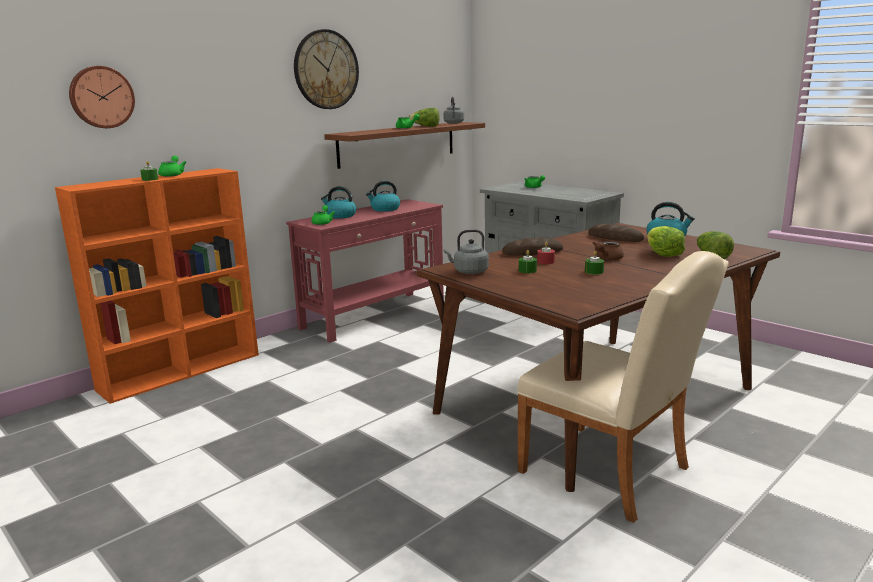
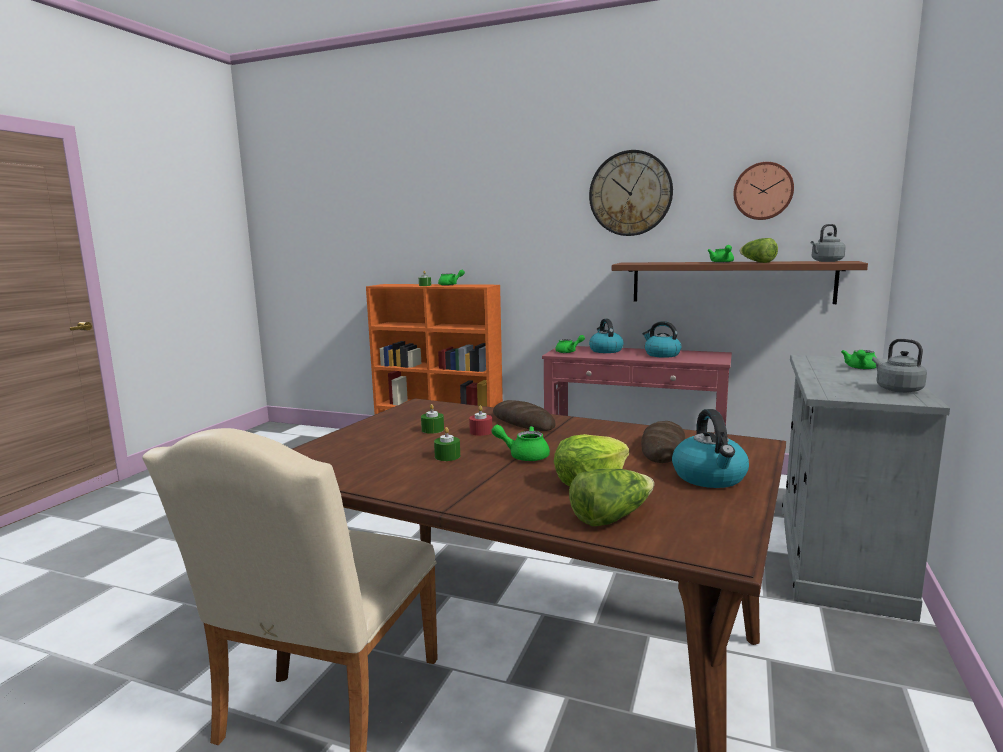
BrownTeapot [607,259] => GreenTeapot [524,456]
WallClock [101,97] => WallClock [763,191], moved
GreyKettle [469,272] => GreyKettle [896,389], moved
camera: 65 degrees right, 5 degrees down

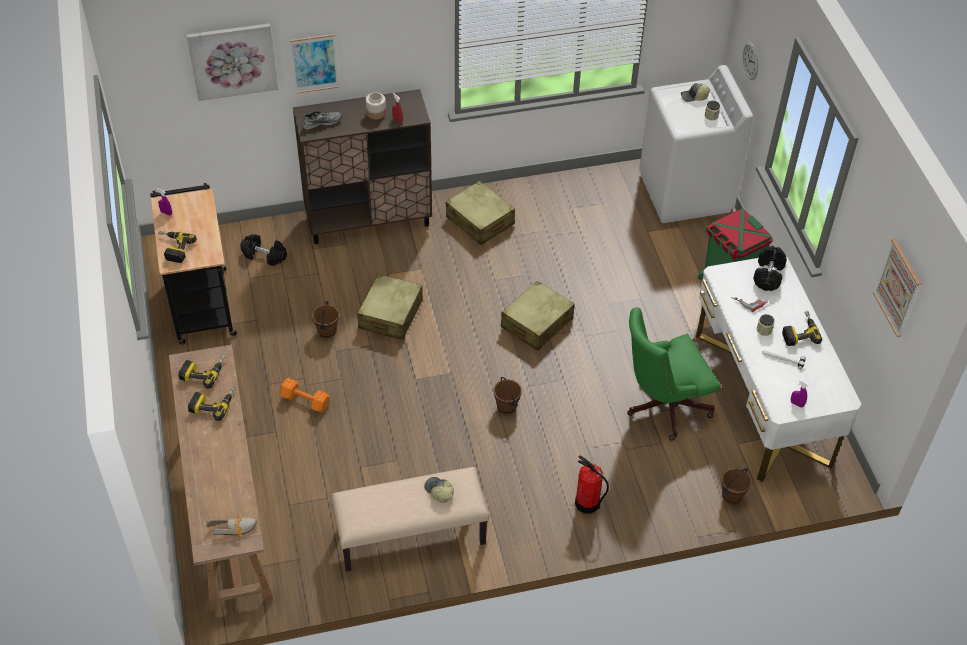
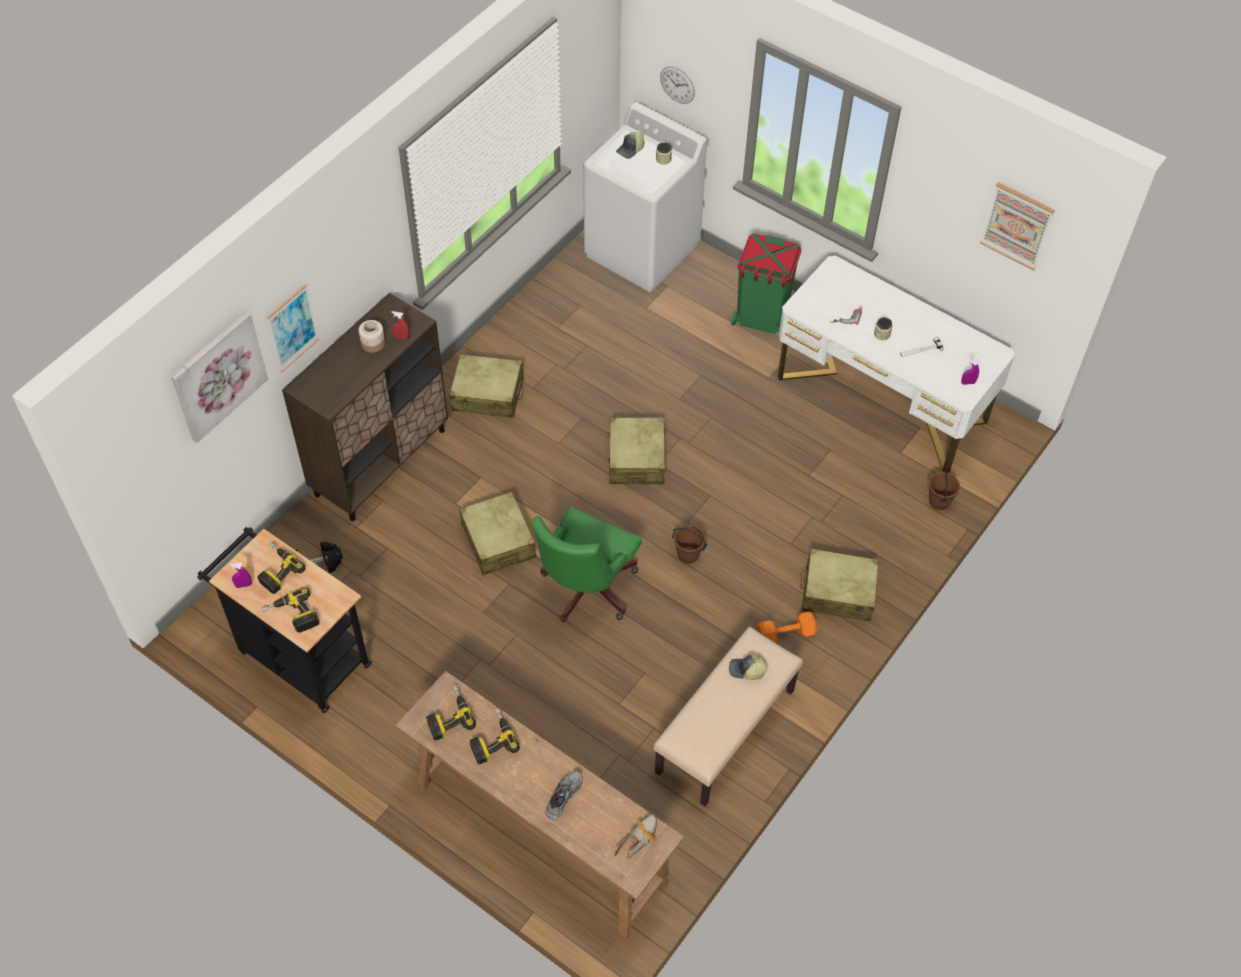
PowerDrill [799,332] => PowerDrill [276,570], moved
GreenOfficeChair [662,406] => GreenOfficeChair [585,590], moved
GreyShoe [321,122] => GreyShoe [562,795], moved
OrangeDumbbell [306,401] => OrangeDumbbell [787,634], moved
FireExtinguisher [587,503] => BeigeSuitcase [837,592]
BrownBucket [326,331] => nothing
BlackDumbbell [768,275] => nothing
camera: 40 degrees left, 5 degrees up

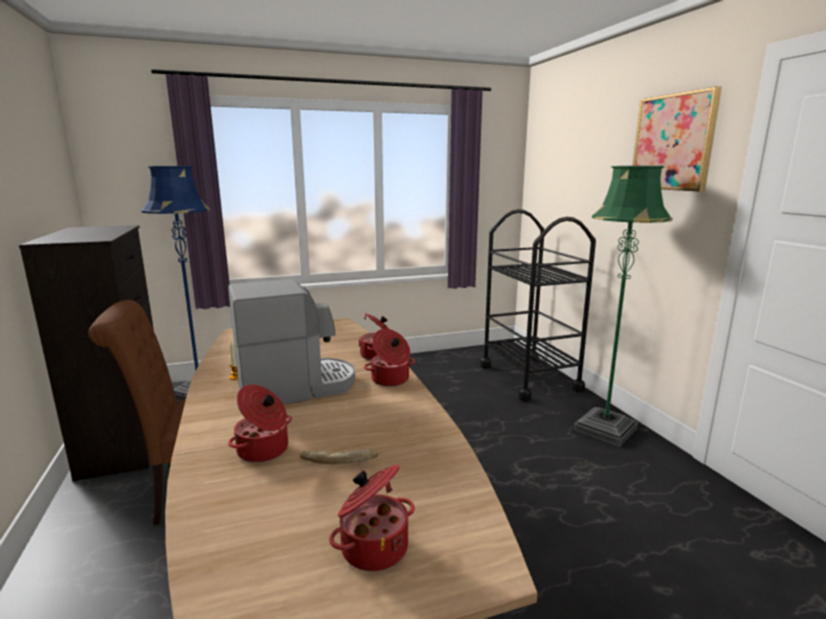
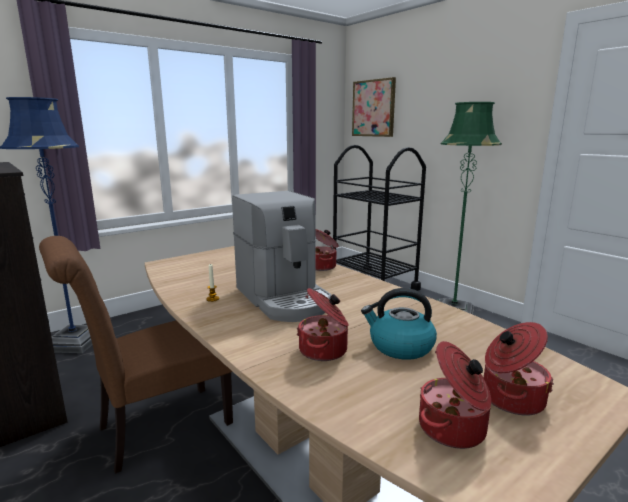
CoffeeMachine [296,387] => CoffeeMachine [284,298], 105 degrees clockwise
Picture [673,142] => Picture [373,108], moved
Bread [338,462] => Kettle [400,346]
CookingPot [390,380] => CookingPot [453,429], moved
camera: 20 degrees left, 0 degrees up

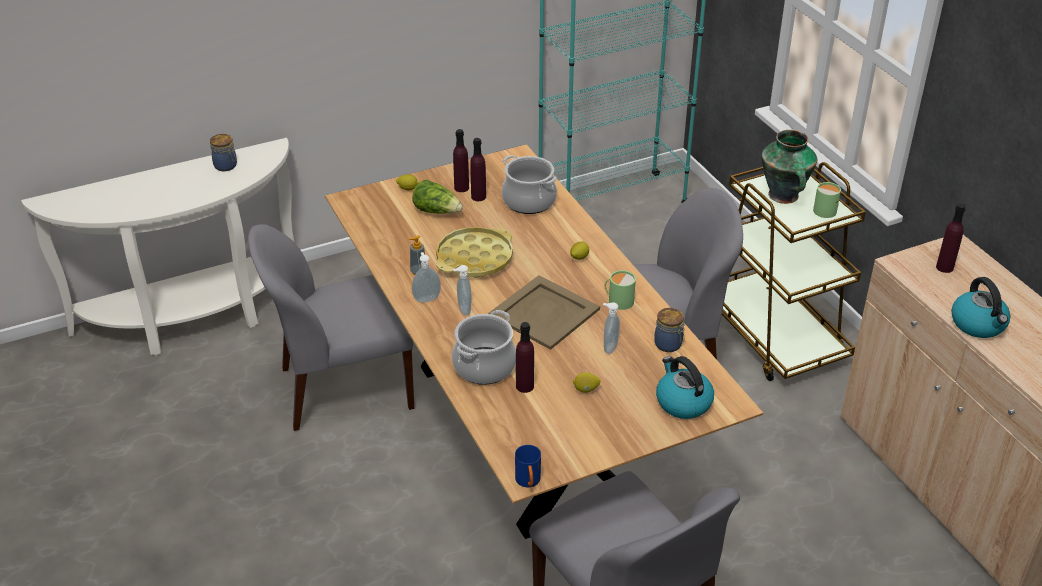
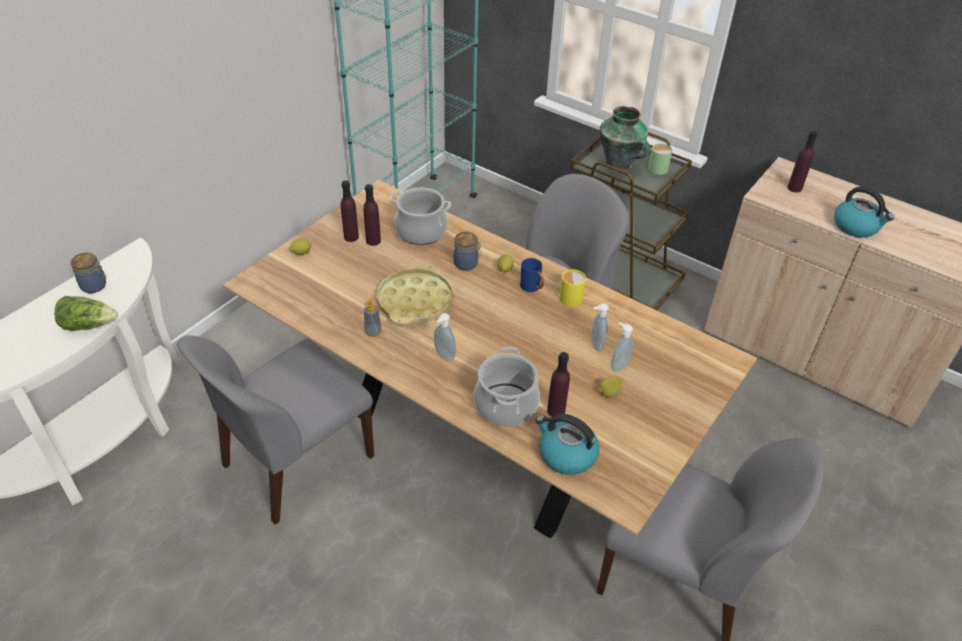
Lettuce [437,211] => Lettuce [89,325], moved
Jar [669,345] => Jar [467,264], moved
BlueMug [528,482] => BlueMug [532,288], moved
Kettle [682,402] => Kettle [566,454], moved
GreenMug [618,300] => YellowMug [568,298]
SoapDispenser [426,298] => SoapDispenser [618,365], moved
BeigeTray [544,313] => nothing
camera: 30 degrees left, 5 degrees up

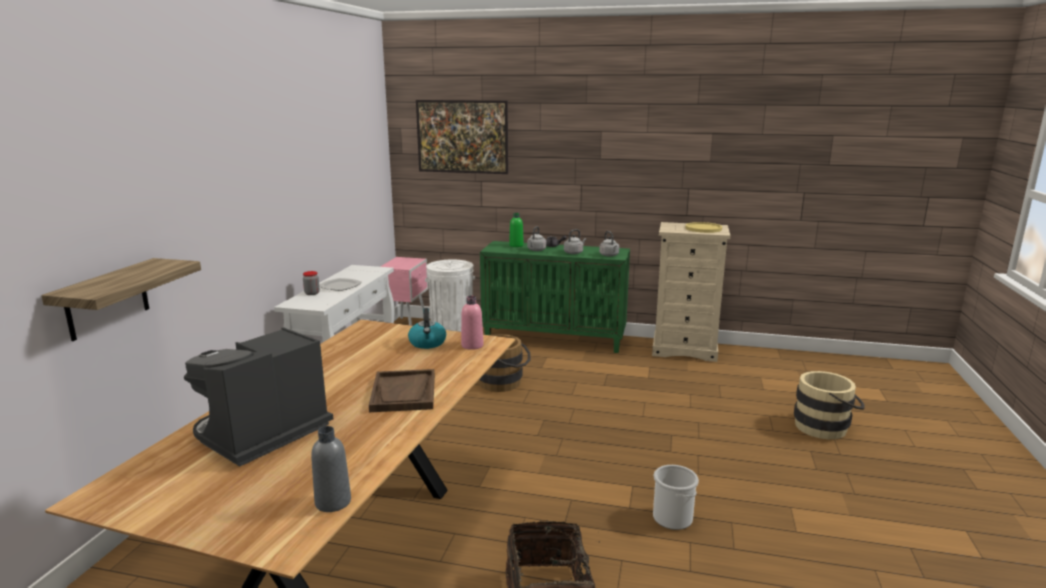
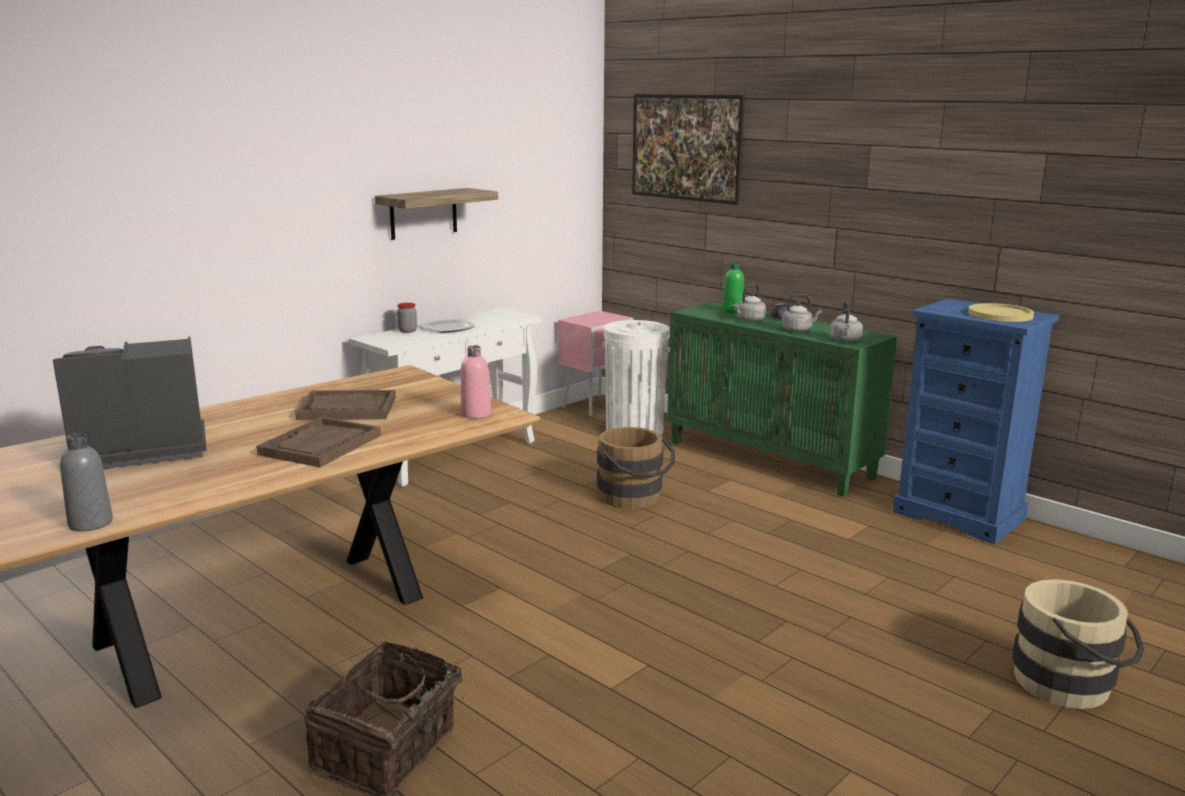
nothing => BrownTray [347,408]
Shelf [107,299] => Shelf [423,213], moved
BeigeDresser [685,350] => BlueDresser [959,515]
Kettle [427,343] => nothing
Bucket [673,518] => nothing
camera: 30 degrees right, 0 degrees up

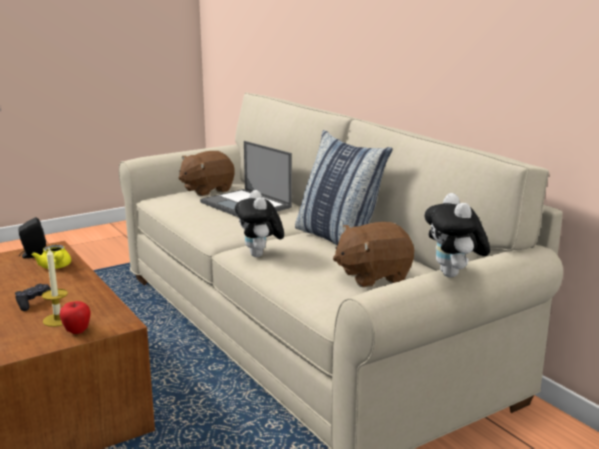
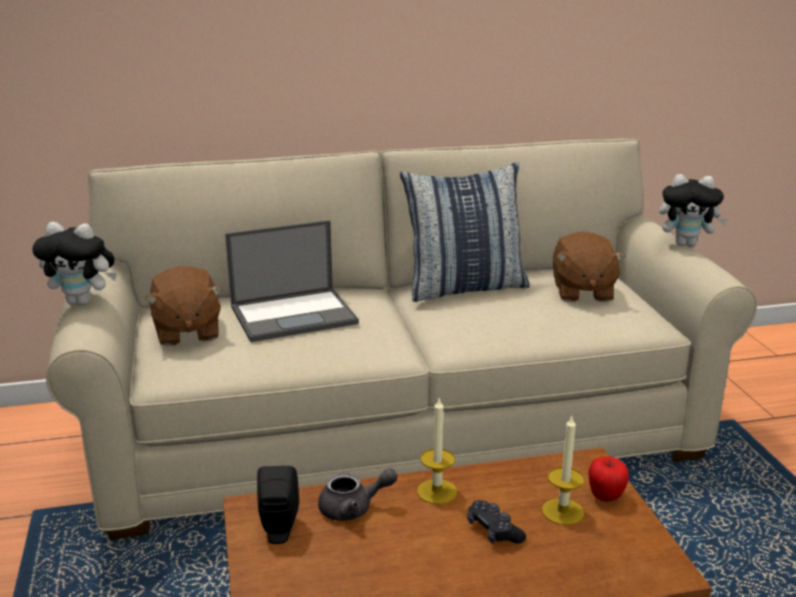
PlushToy [260,255] => PlushToy [83,302], moved
YellowTeapot [55,267] => GreyTeapot [353,509]
nothing => Candle [437,491]
camera: 70 degrees left, 5 degrees up

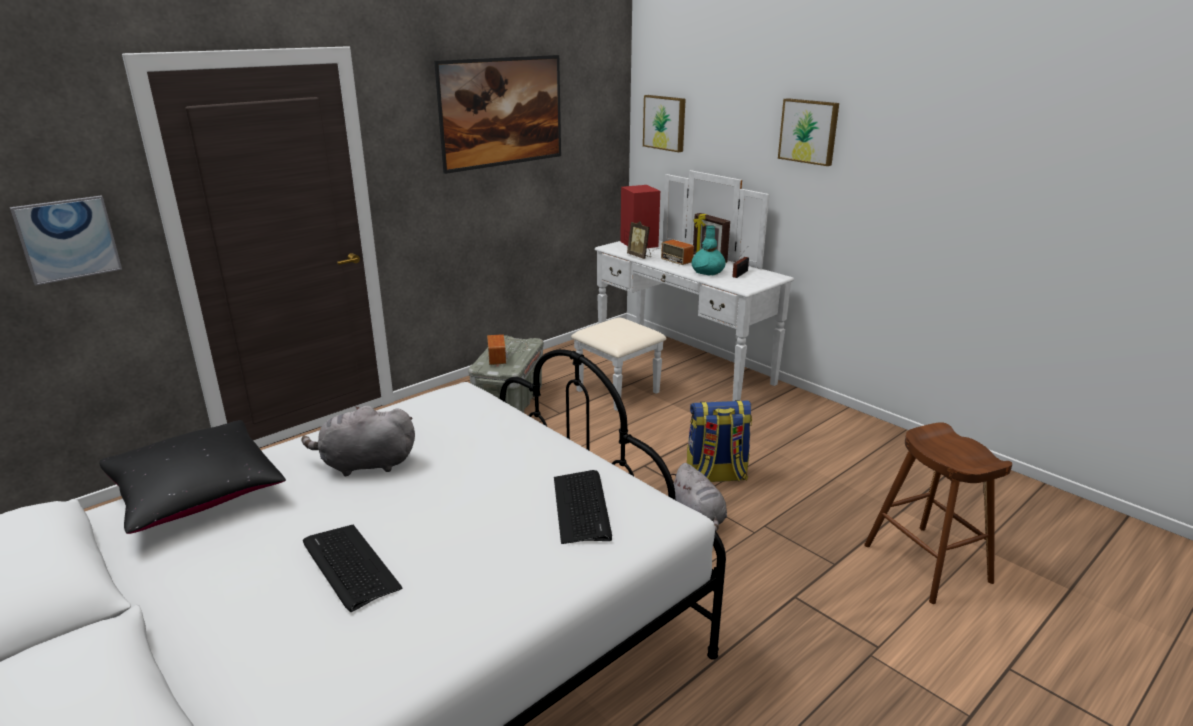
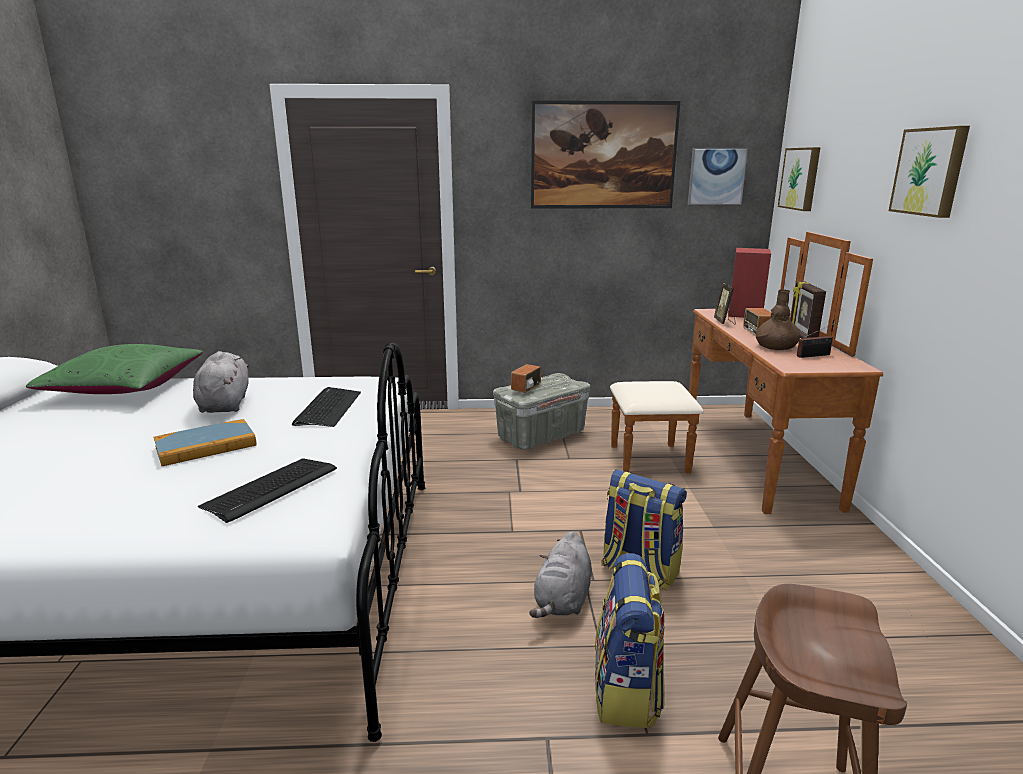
BlackPillow [197,493] => GreenPillow [125,387]
nothing => Book [206,446]
GreyPlushToy [364,464] => GreyPlushToy [225,404], 45 degrees clockwise
Keyboard [350,566] => Keyboard [328,408], moved
nothing => Backpack [627,691]
WhiteDresser [669,370] => BrownDresser [731,457]
Picture [68,239] => Picture [716,176], moved
TurquoiseVase [708,271] => BrownVase [776,346]
camera: 40 degrees right, 5 degrees down

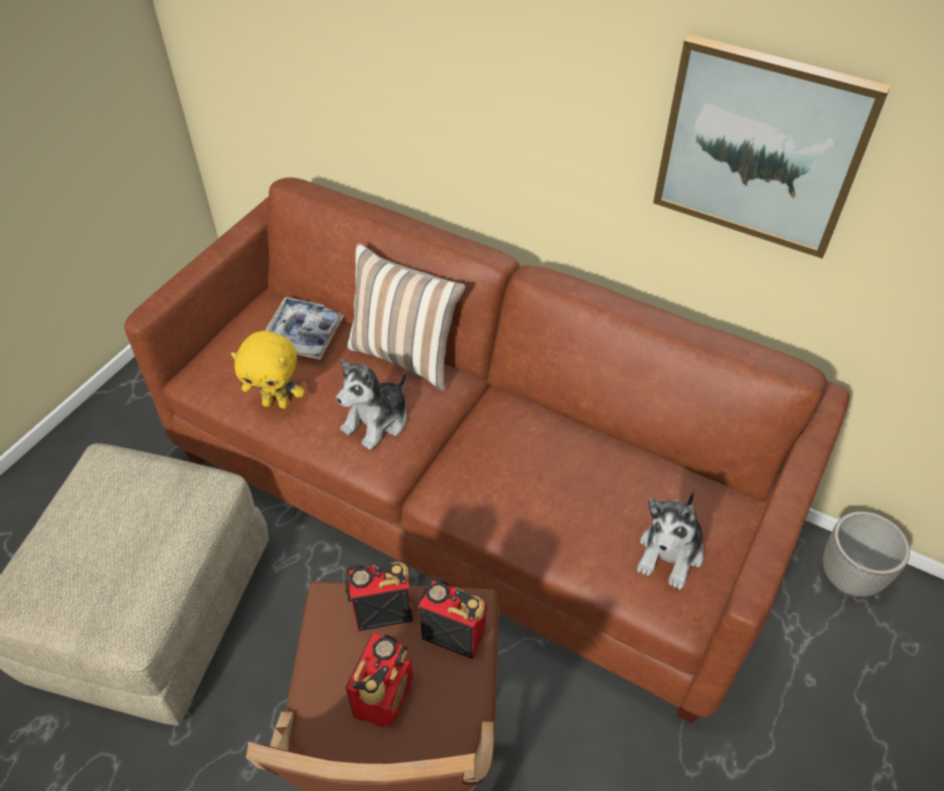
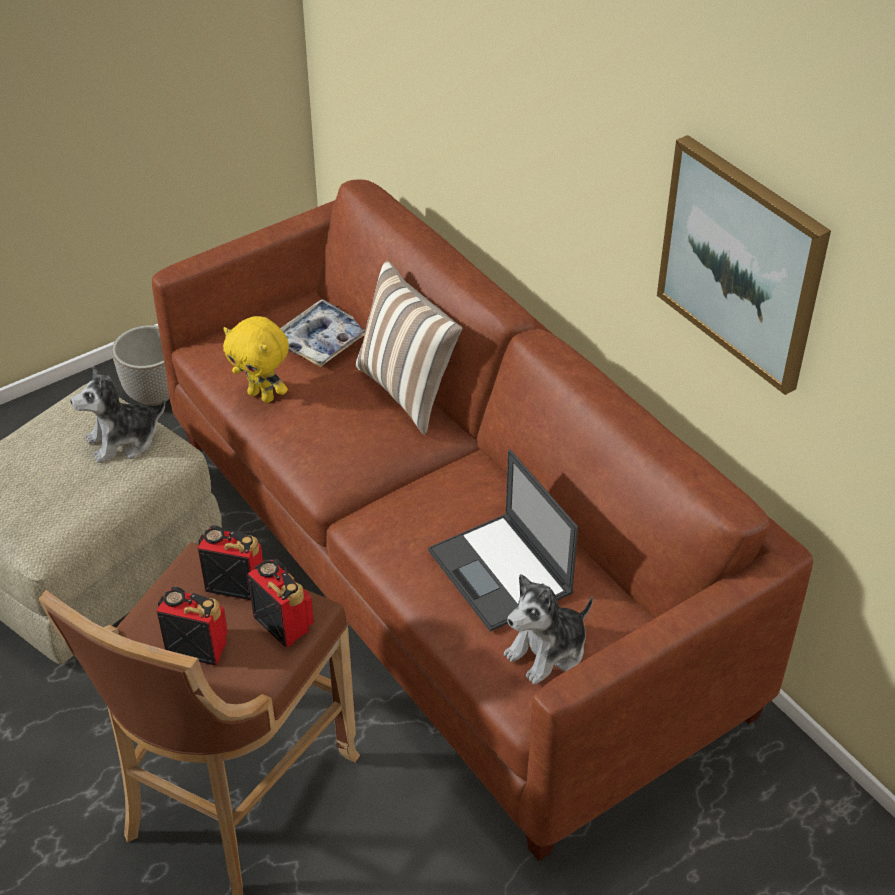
PlushToy [377,421] => PlushToy [123,441], moved
Planter [849,577] => Planter [155,394], moved
Radio [384,696] => Radio [196,646], 120 degrees counterclockwise
nothing => Laptop [501,573]
camera: 25 degrees right, 5 degrees down

